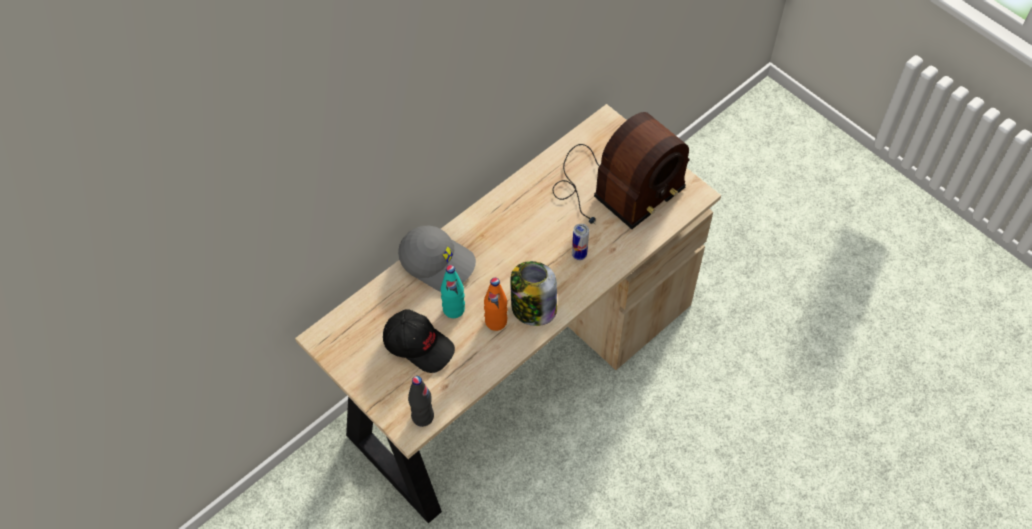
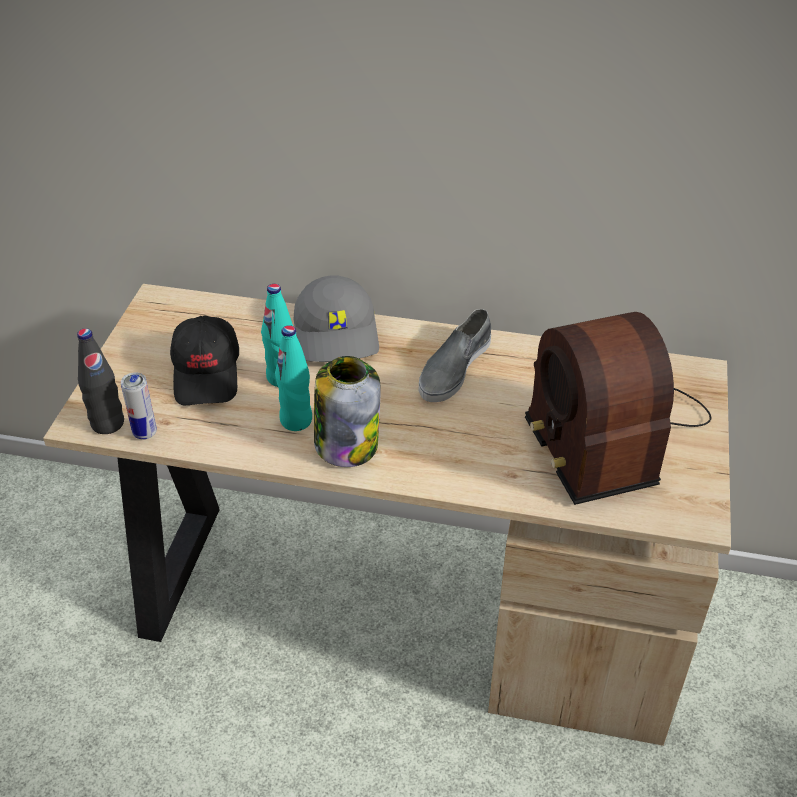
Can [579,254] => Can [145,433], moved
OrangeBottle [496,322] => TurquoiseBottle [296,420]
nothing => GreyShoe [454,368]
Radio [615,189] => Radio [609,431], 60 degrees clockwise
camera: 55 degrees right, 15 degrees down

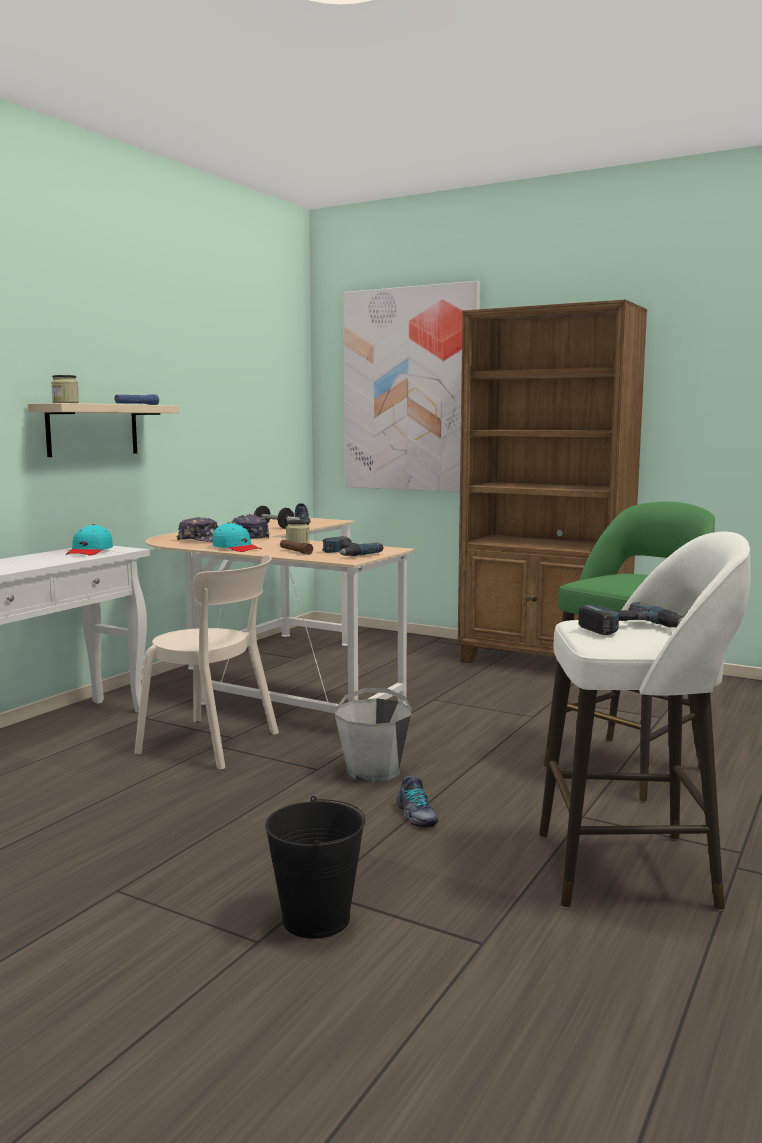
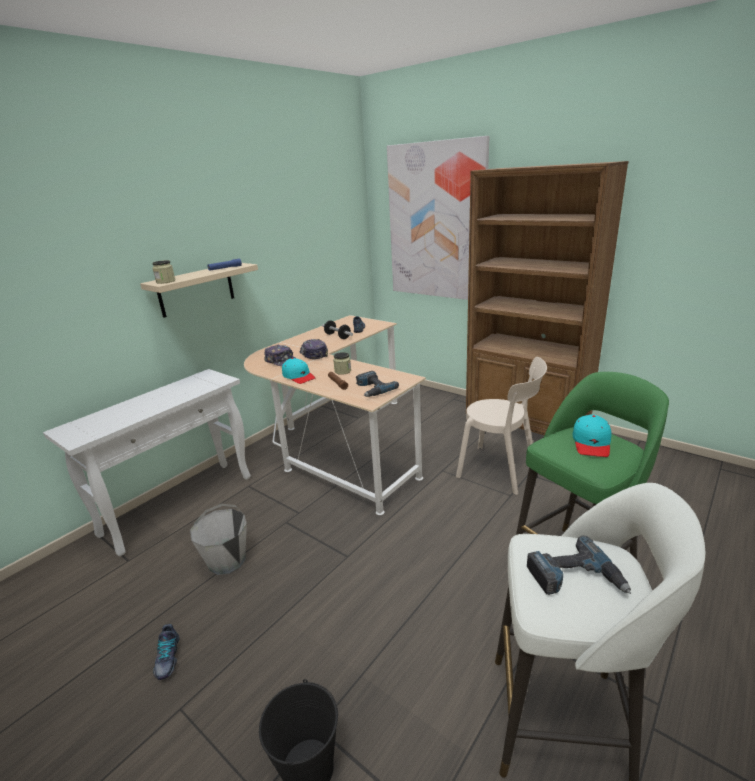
Shoe [416,815] => Shoe [167,658], moved
GreyBucket [374,771] => GreyBucket [227,560], moved
BeigeChair [214,744] => BeigeChair [500,470], moved
TurquoiseCap [90,551] => TurquoiseCap [591,443], moved
camera: 10 degrees right, 15 degrees up

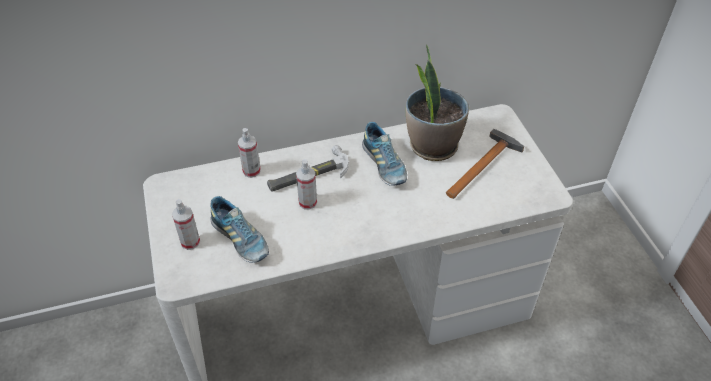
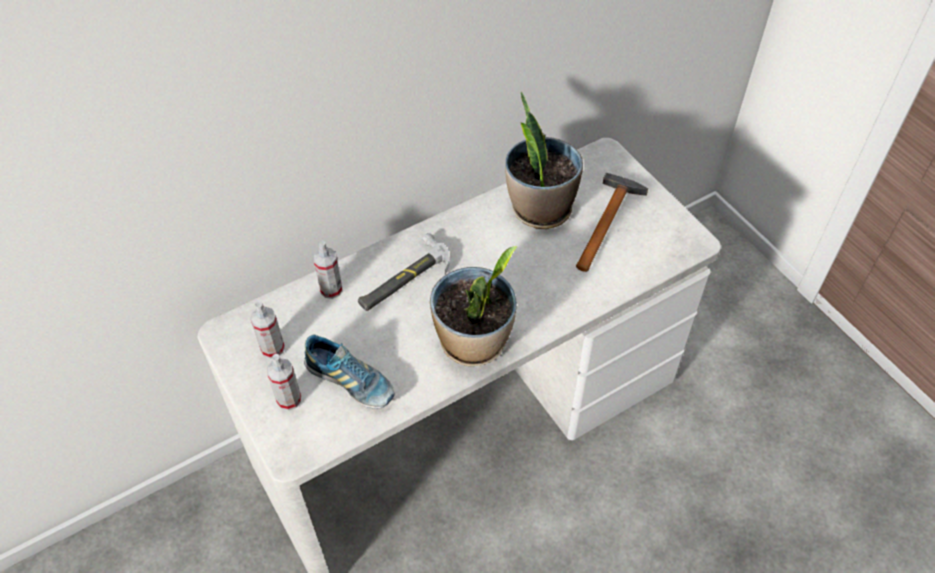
SprayBottle [307,202] => SprayBottle [272,348], moved
nothing => PottedPlant [474,343]
Shoe [384,165] => nothing
camera: 15 degrees left, 5 degrees up

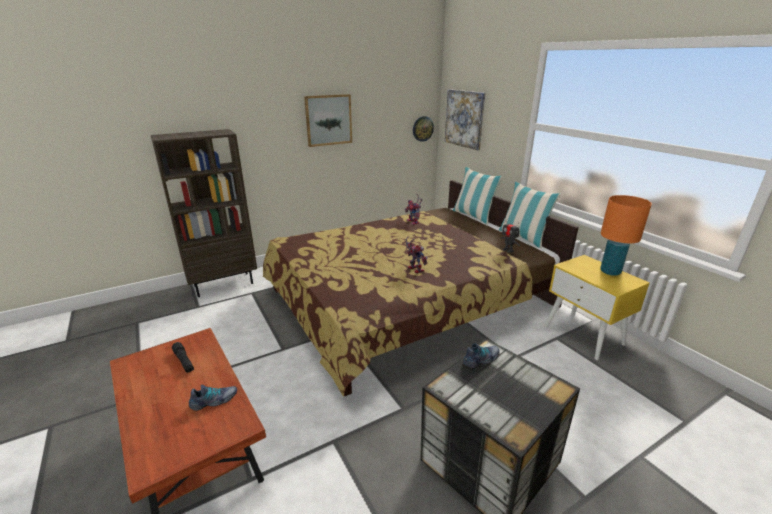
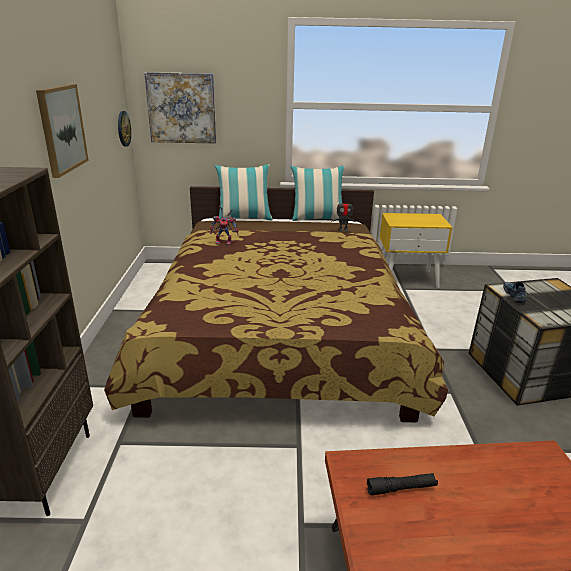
Shoe [214,401] => nothing
ToyRobot [413,269] => nothing
OrangeTableLamp [610,272] => nothing
camera: 60 degrees left, 0 degrees up

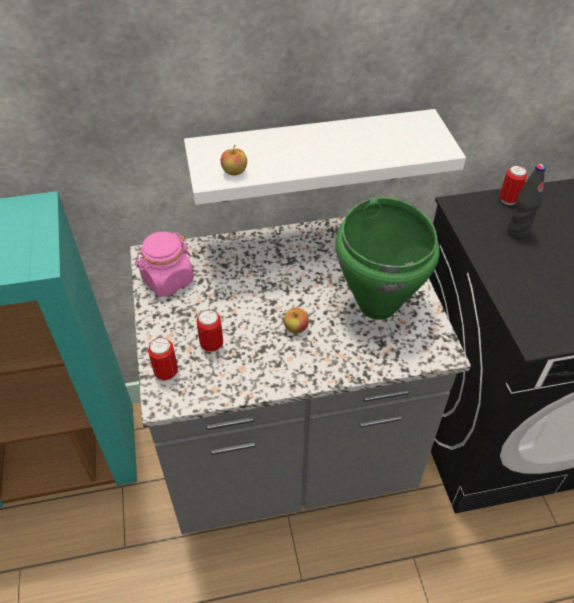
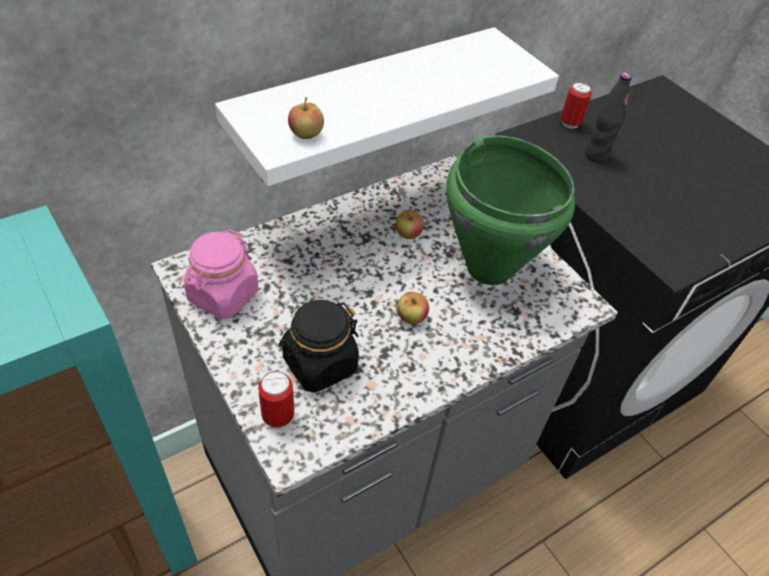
Can [212,345] => BlackJar [320,364]
nothing => Apple [408,234]
camera: 25 degrees left, 0 degrees up

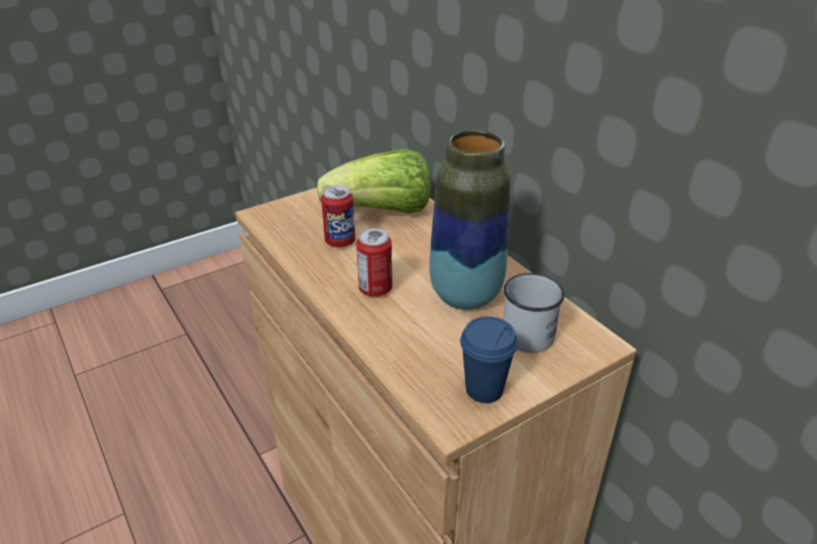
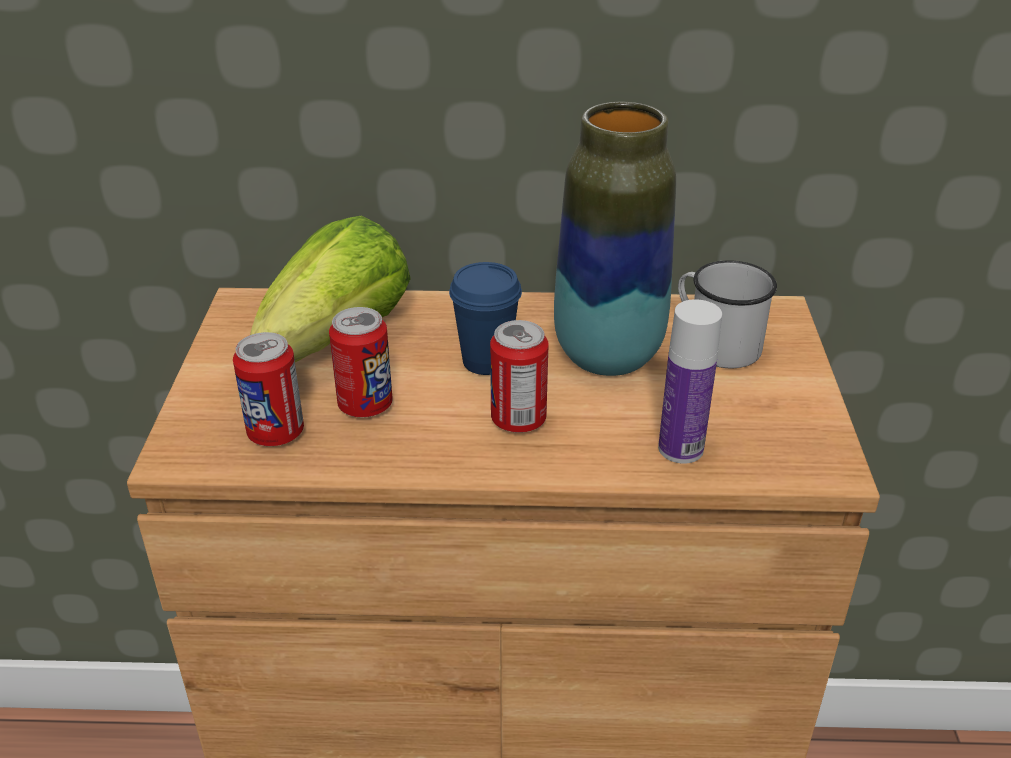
nothing => Can [276,433]
BlueCup [484,389] => BlueCup [486,361], moved
nothing => Bottle [680,449]
camera: 55 degrees left, 0 degrees up

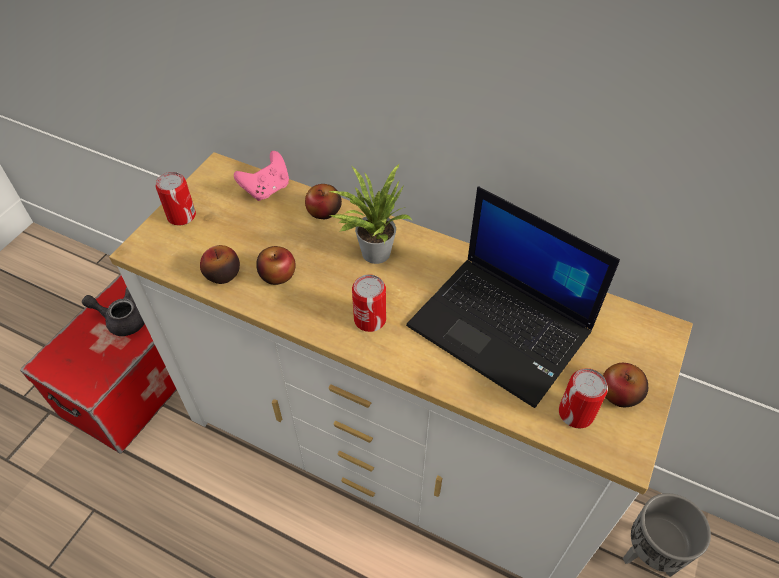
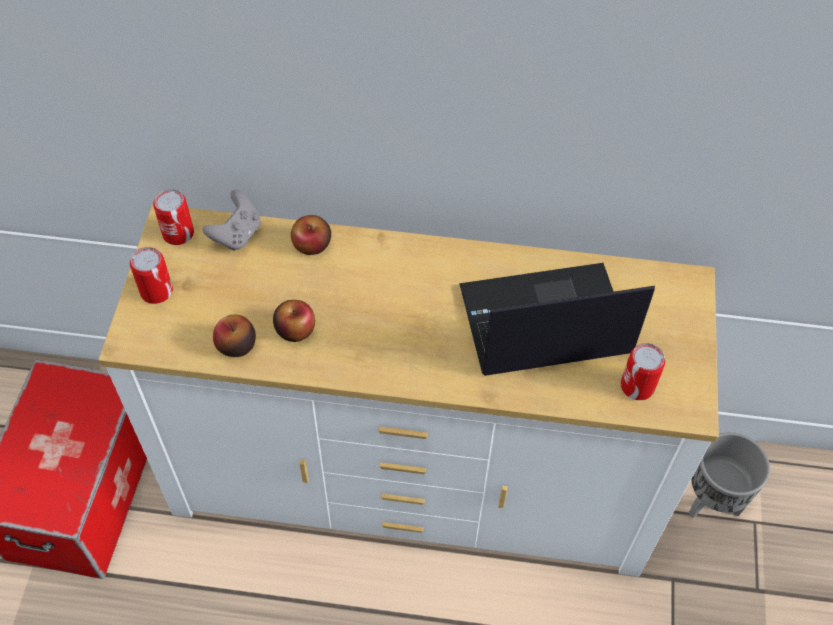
Can [370,319] => Can [178,233], moved
PinkGameController [267,189] => GreyGameController [237,234]
Laptop [502,328] => Laptop [542,323], 150 degrees clockwise
GreyTeapot [122,320] => nothing
PottedPlant [372,251] => nothing
Apple [619,394] => nothing
camera: 20 degrees left, 5 degrees up

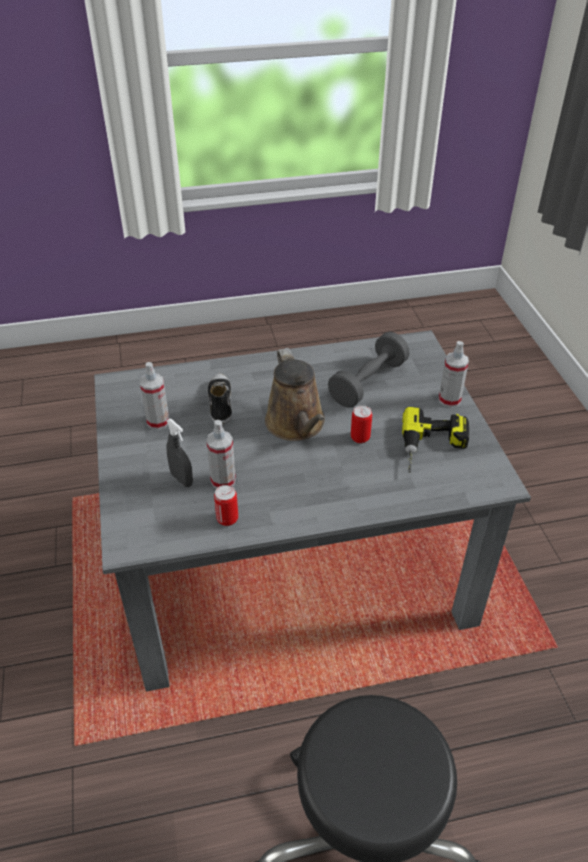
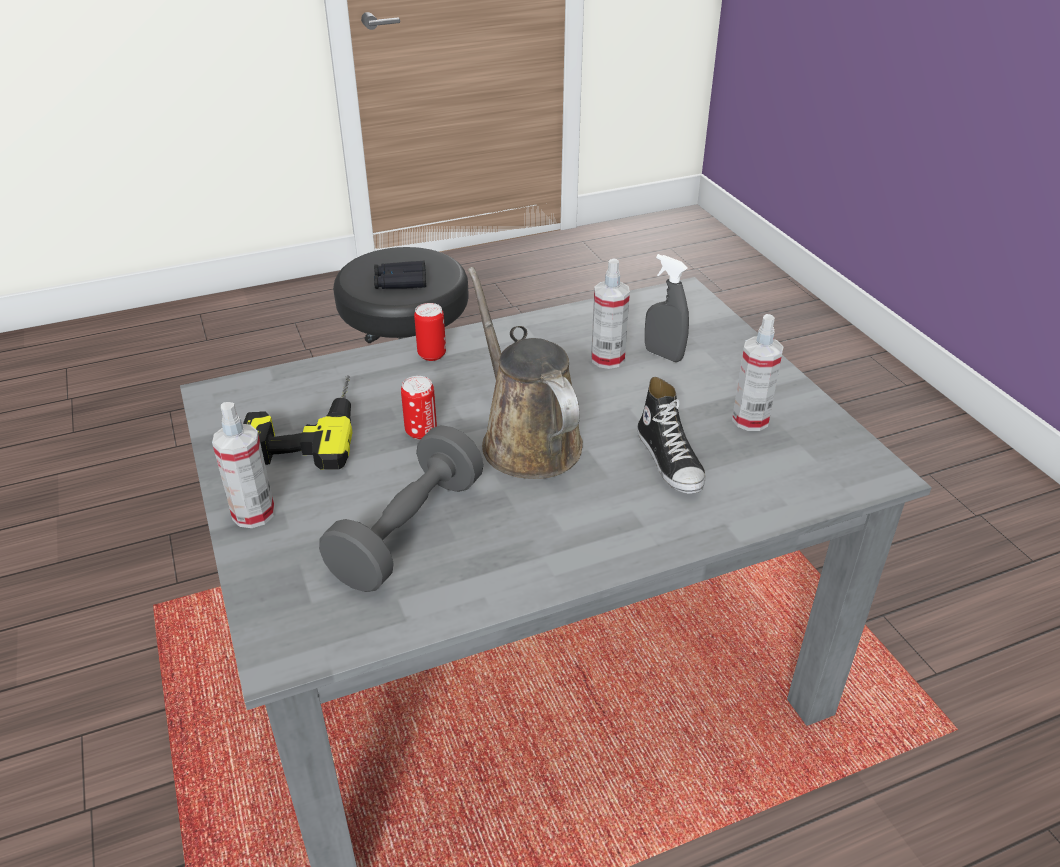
nothing => BlackBinoculars [400,282]
Can [227,519] => Can [432,354], moved
camera: 170 degrees right, 5 degrees down

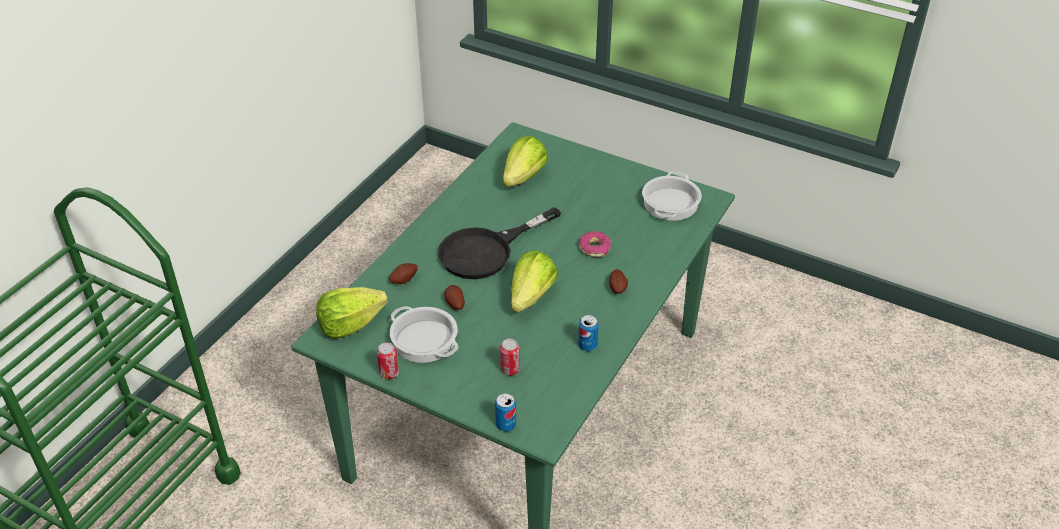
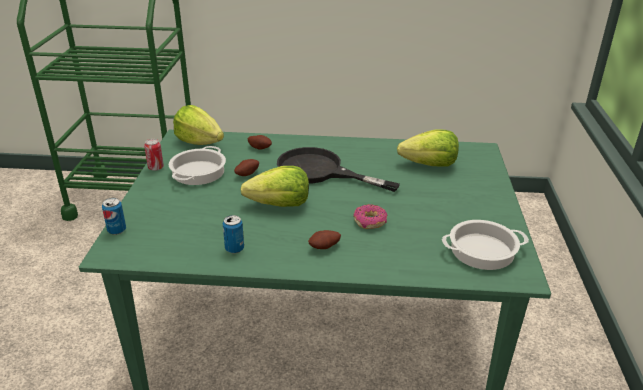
Can [510,370] => nothing
camera: 65 degrees right, 10 degrees down

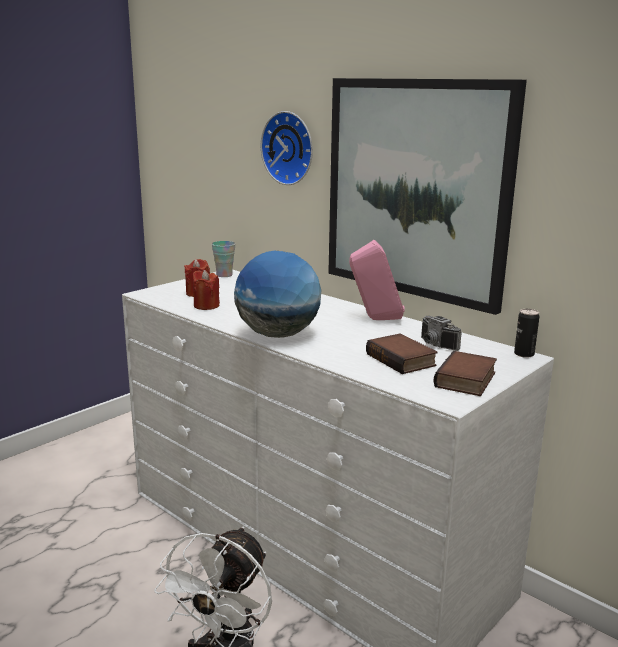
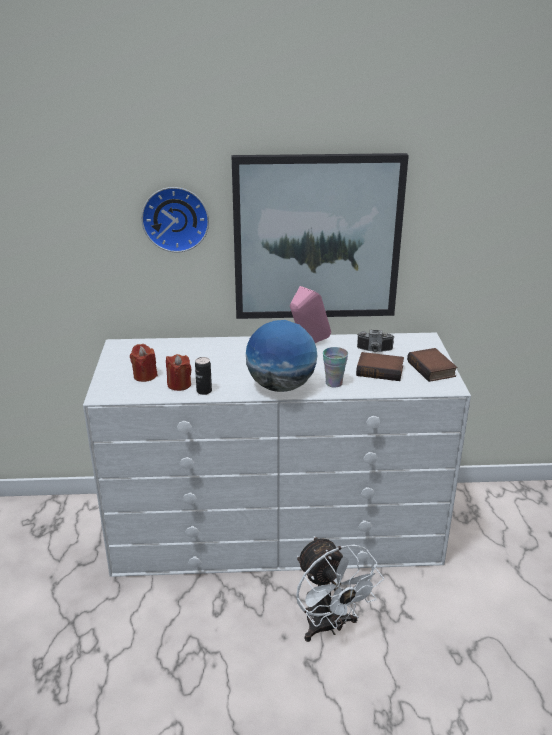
Can [524,354] => Can [204,391], moved
Cup [224,275] => Cup [334,383], moved
camera: 45 degrees left, 10 degrees up

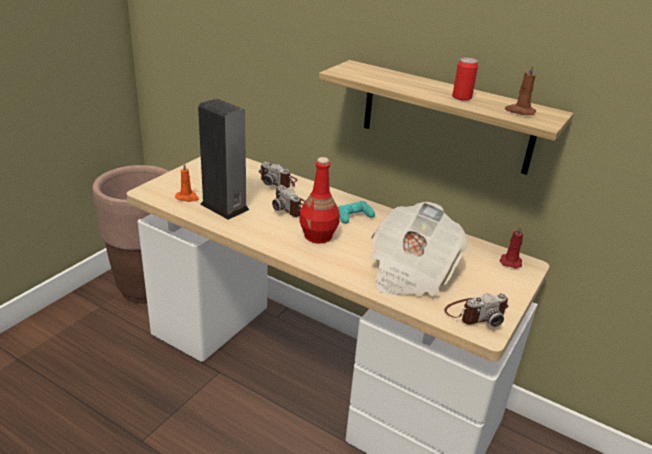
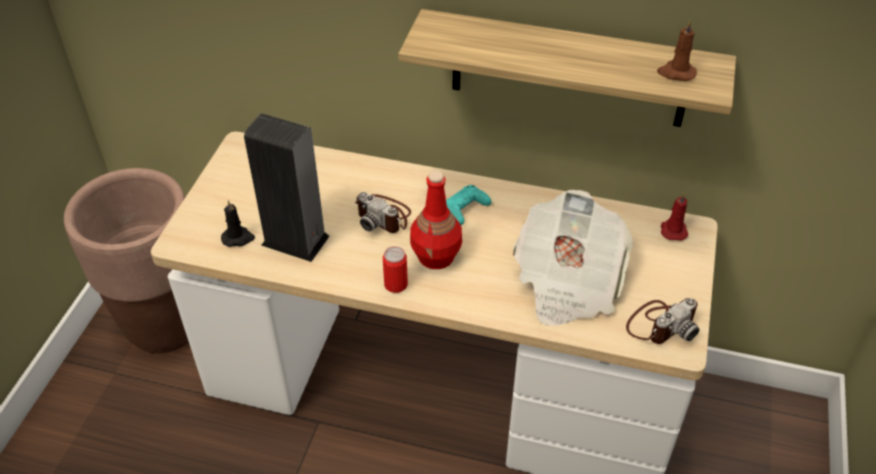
OrangeCandle [187,197] => BlackCandle [238,238]
Can [461,97] => Can [396,284], moved
PhotoCamera [278,181] => nothing
camera: 15 degrees left, 15 degrees up

